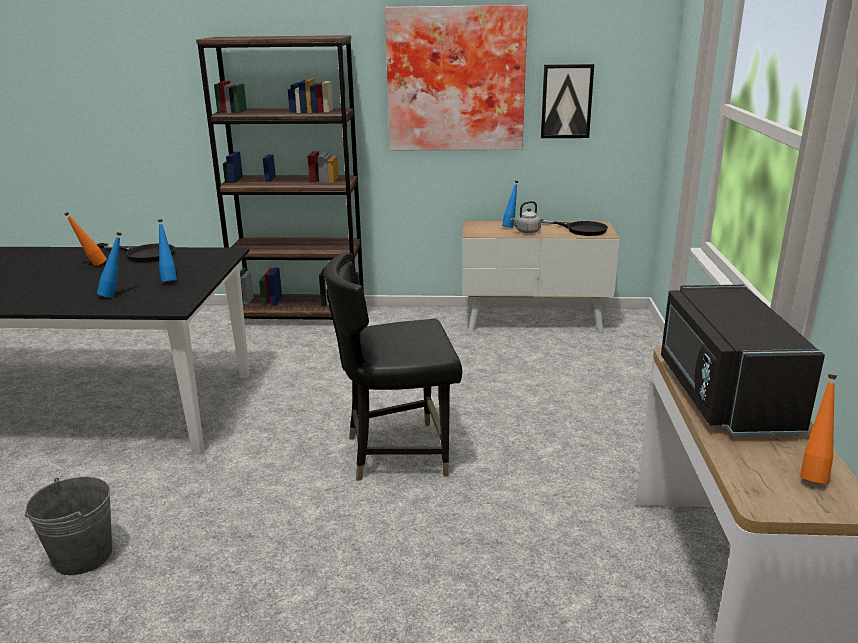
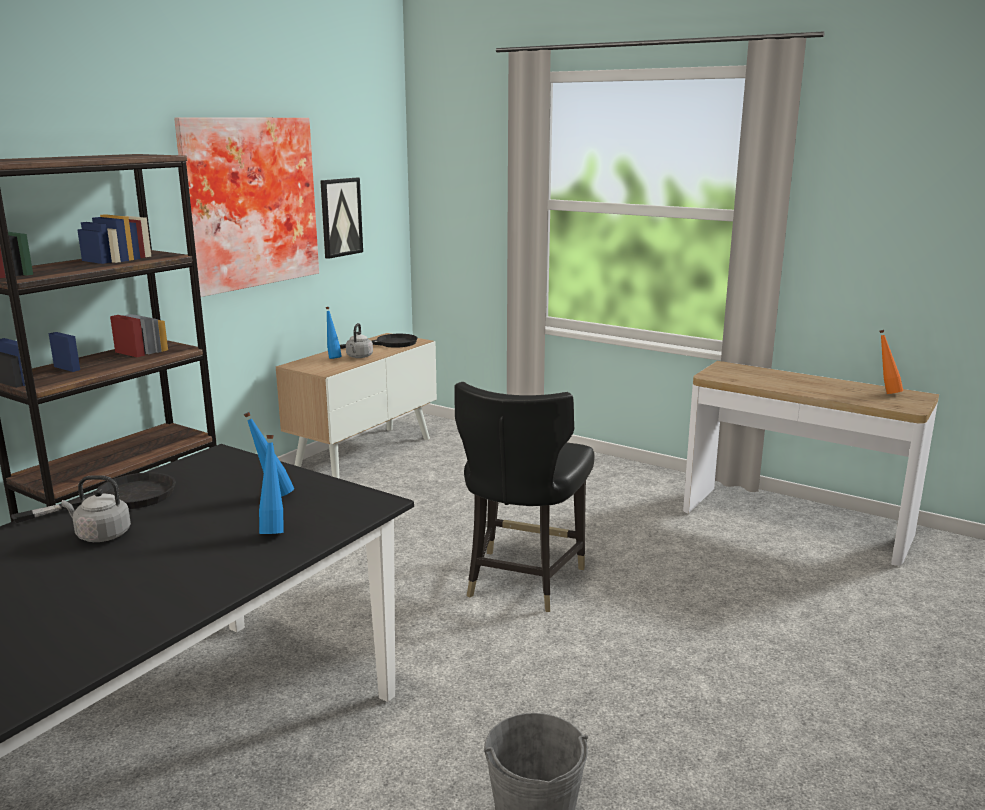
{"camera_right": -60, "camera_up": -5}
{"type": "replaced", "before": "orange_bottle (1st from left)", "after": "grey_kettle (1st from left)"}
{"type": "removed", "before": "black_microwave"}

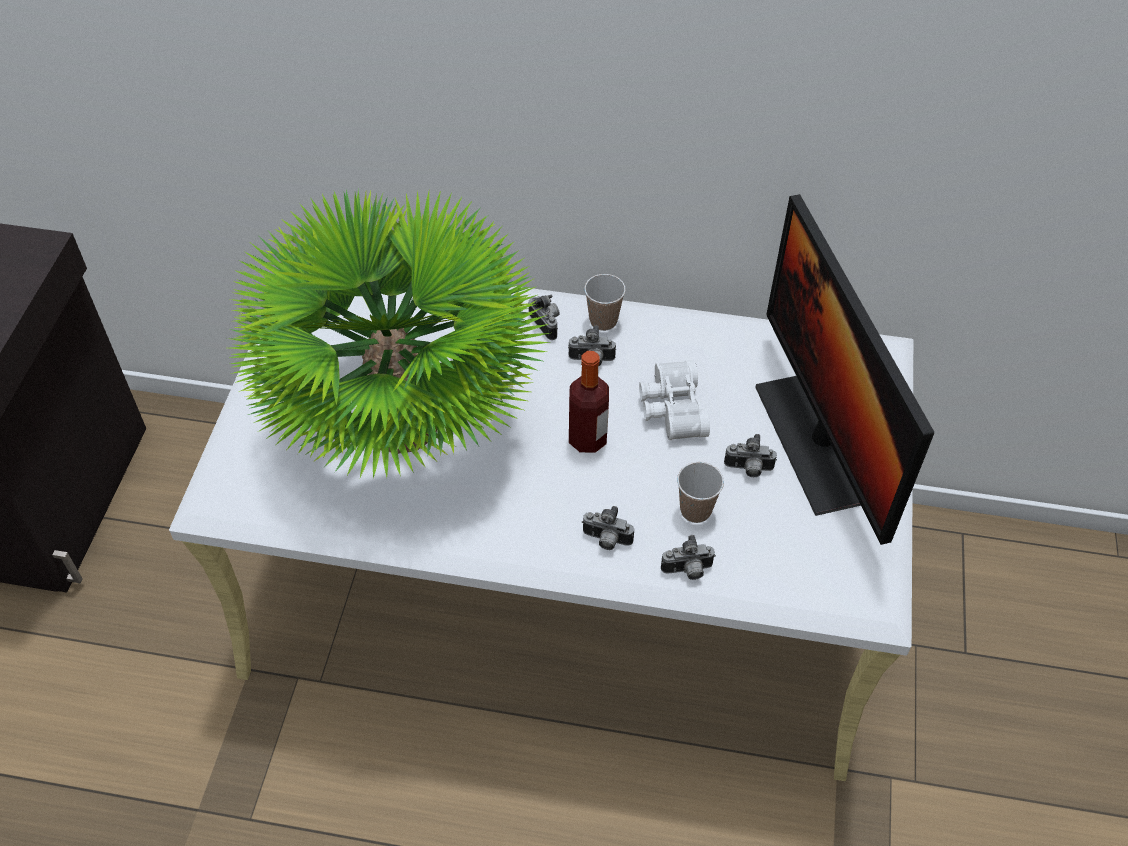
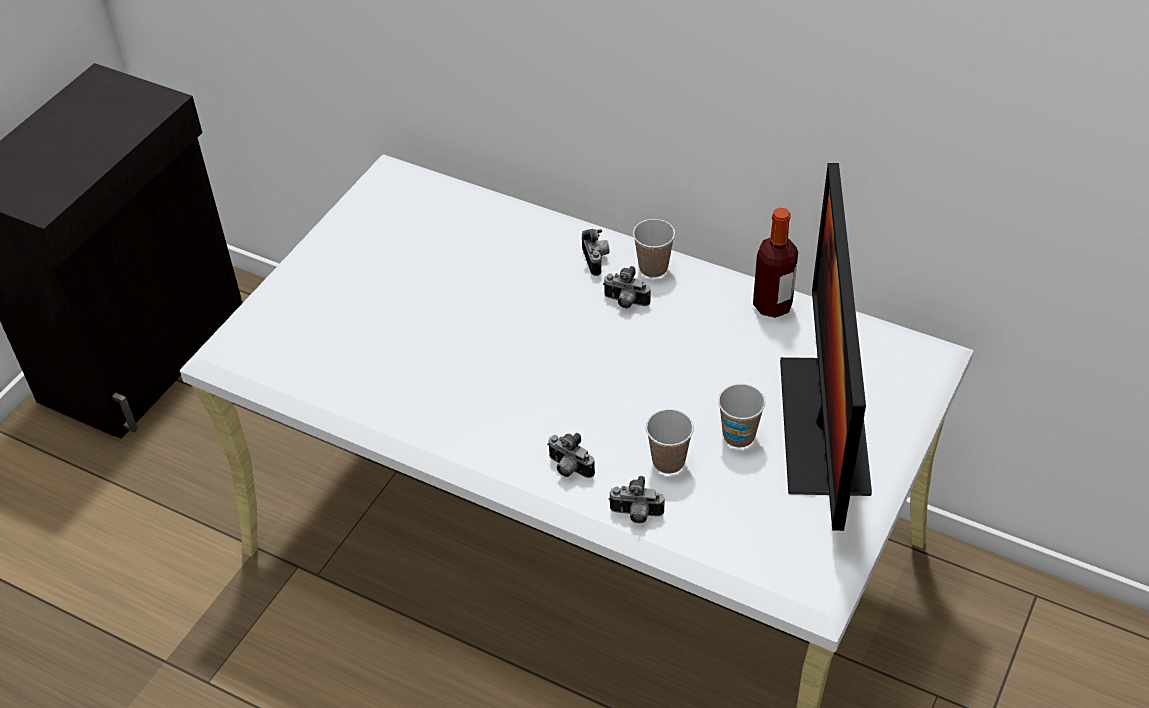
{"camera_right": 20, "camera_up": -5}
{"type": "removed", "before": "potted_plant"}
{"type": "moved", "before": "bottle"}
{"type": "removed", "before": "white_binoculars"}
{"type": "replaced", "before": "photo_camera (5th from left)", "after": "cup (3rd from left)"}

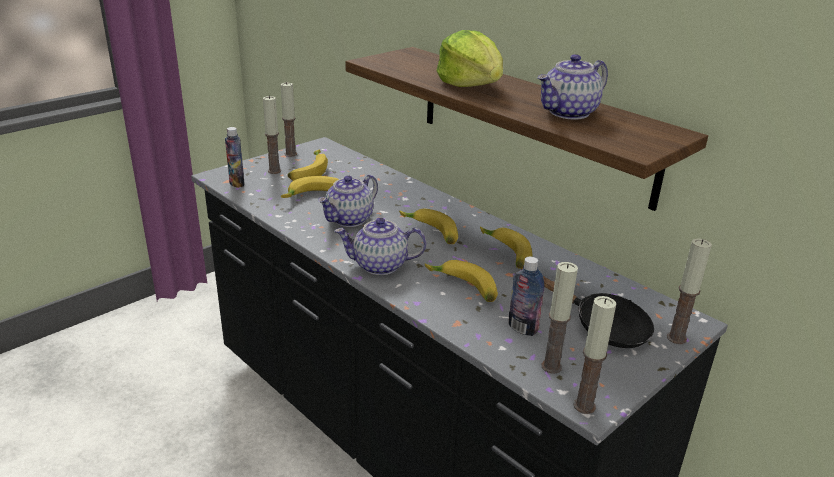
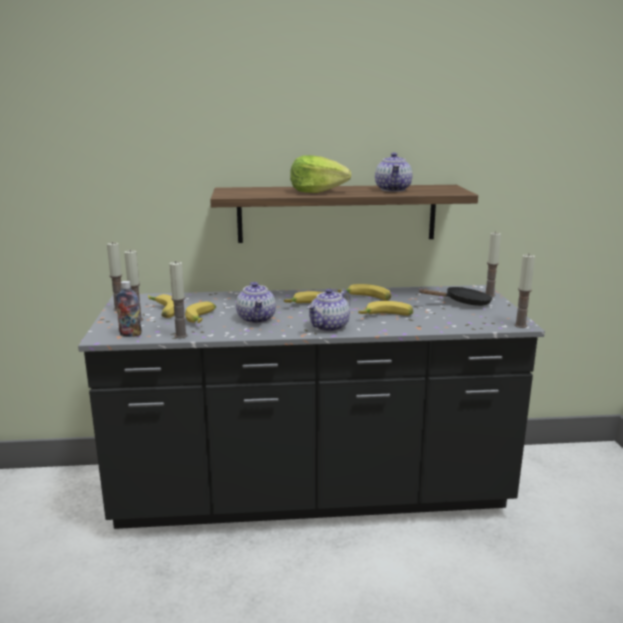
{"camera_right": -50, "camera_up": -10}
{"type": "removed", "before": "bottle (2nd from left)"}
{"type": "moved", "before": "candle (3rd from left)"}

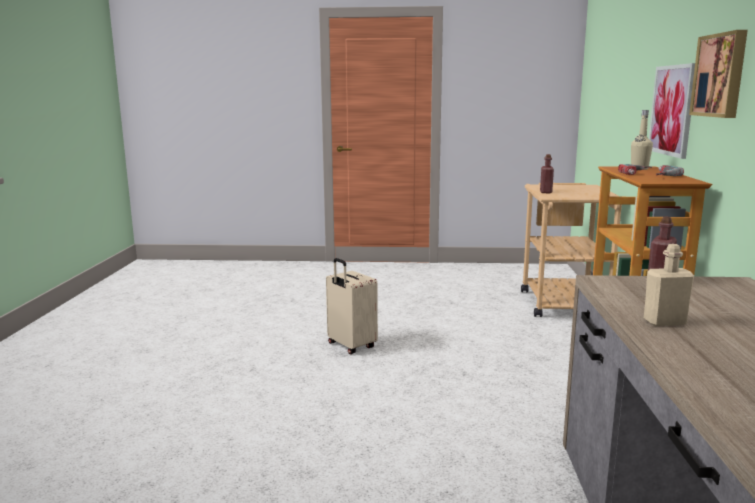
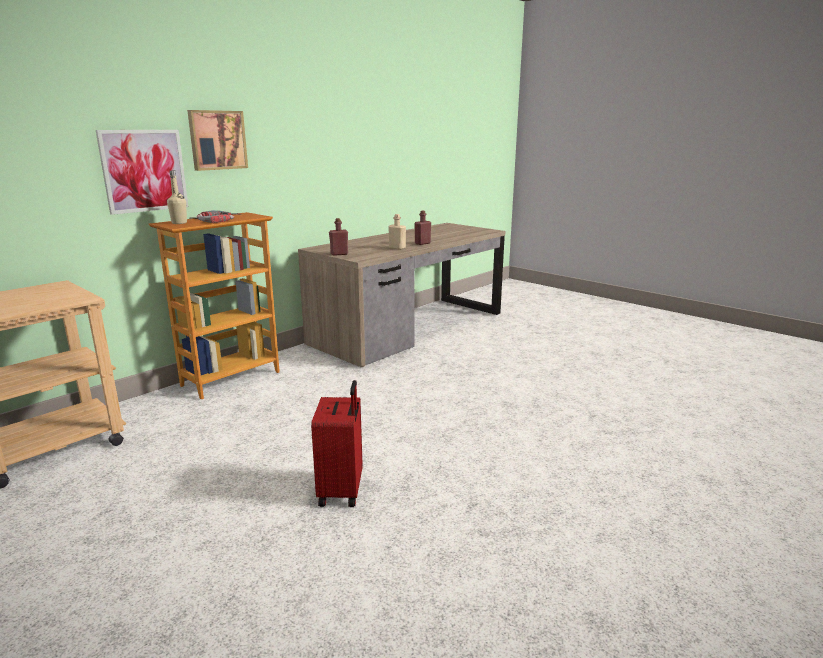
{"camera_right": -140, "camera_up": 5}
{"type": "recoloured", "before": "beige_suitcase", "after": "red_suitcase"}
{"type": "moved", "before": "red_bottle (1st from left in the first image)", "after": "red_bottle (2nd from left)"}

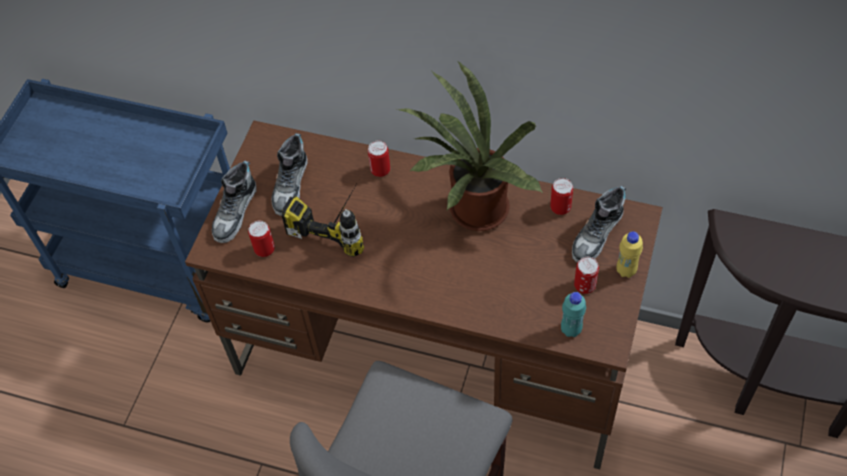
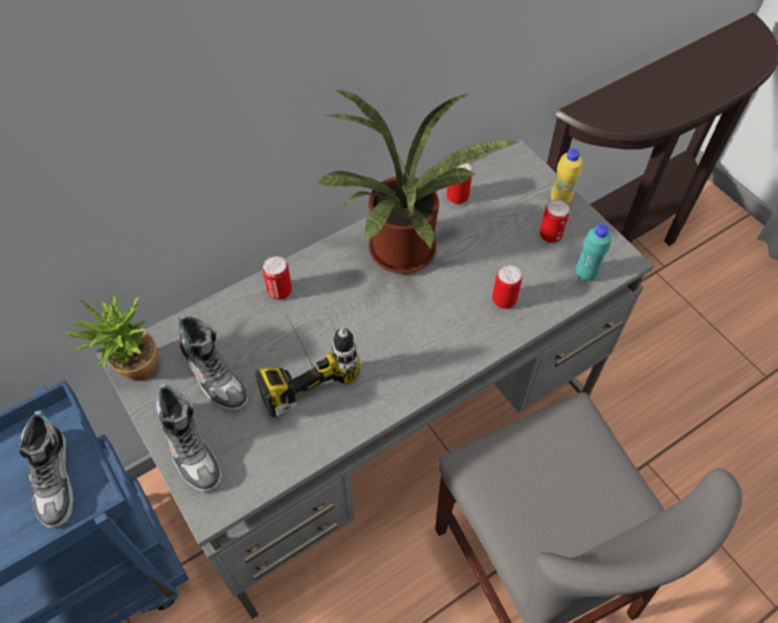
{"camera_right": -55, "camera_up": 0}
{"type": "recoloured", "before": "brown_desk", "after": "grey_desk"}
{"type": "moved", "before": "can (1st from left in the first image)", "after": "can (3rd from left)"}
{"type": "moved", "before": "shoe (3rd from left in the first image)", "after": "shoe (1st from left)"}
{"type": "added", "after": "potted_plant (1st from left)"}

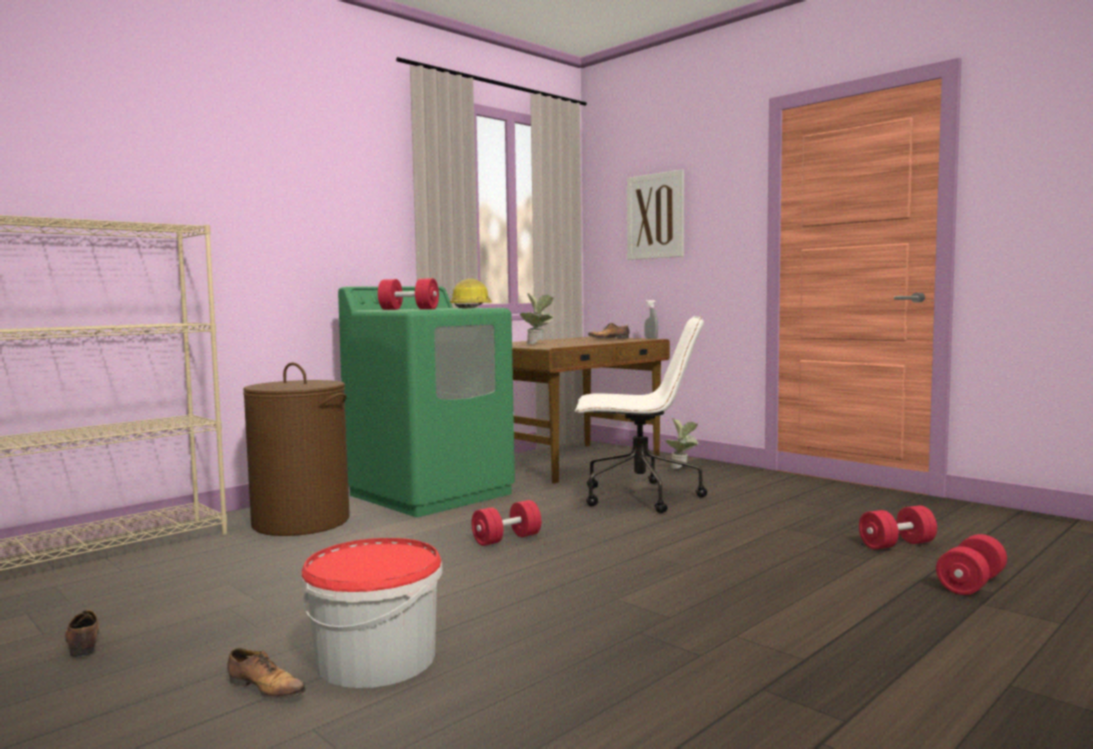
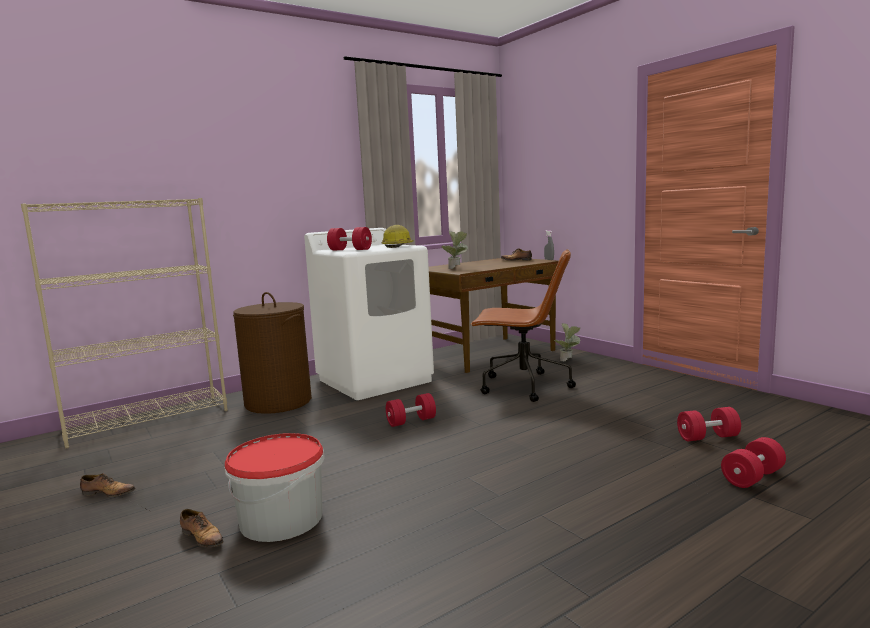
{"camera_right": 10, "camera_up": 5}
{"type": "turned", "before": "shoe (1st from left)", "turn": 120}
{"type": "recoloured", "before": "green_washing_machine", "after": "white_washing_machine"}
{"type": "recoloured", "before": "white_office_chair", "after": "brown_office_chair"}
{"type": "removed", "before": "picture"}

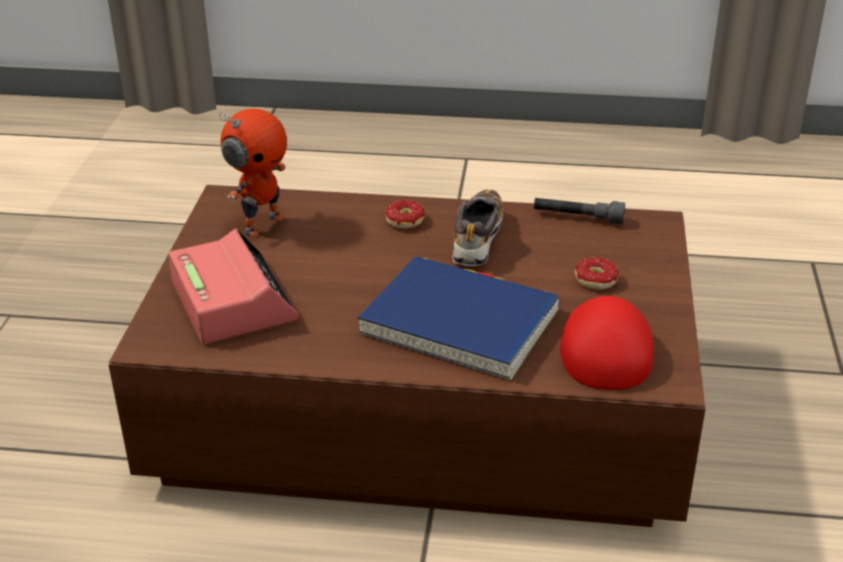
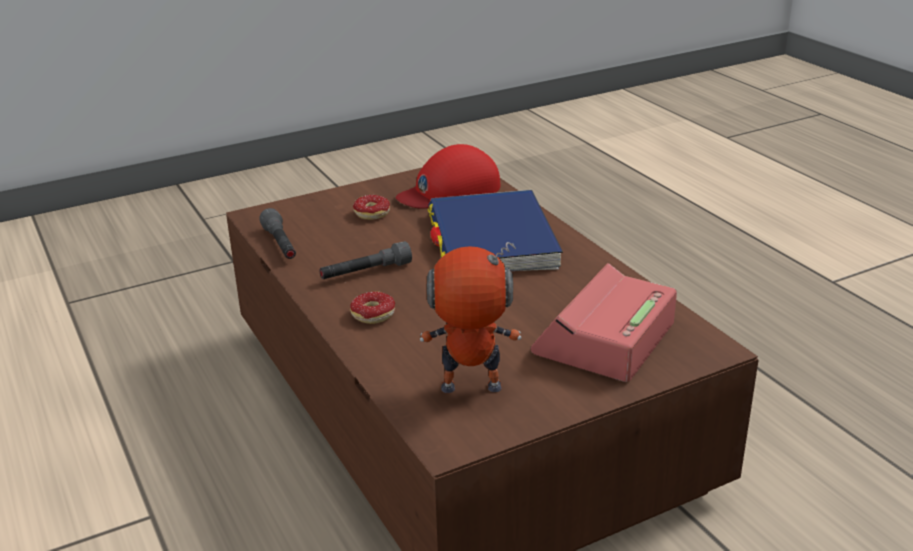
{"camera_right": -125, "camera_up": -5}
{"type": "replaced", "before": "shoe", "after": "grey_flashlight (2nd from left)"}

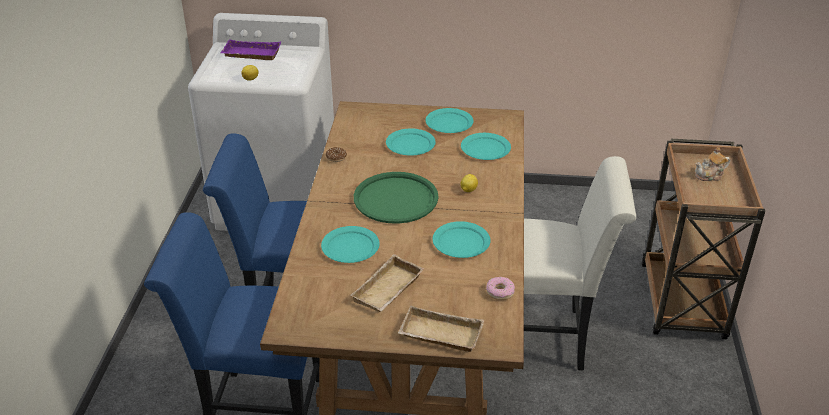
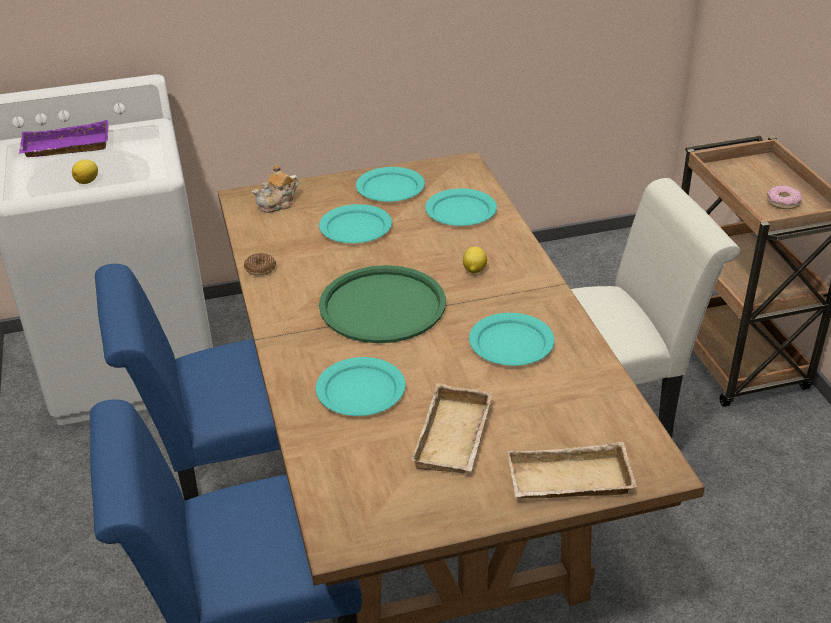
{"camera_right": -20, "camera_up": 0}
{"type": "moved", "before": "donut (2nd from left)"}
{"type": "moved", "before": "teapot"}

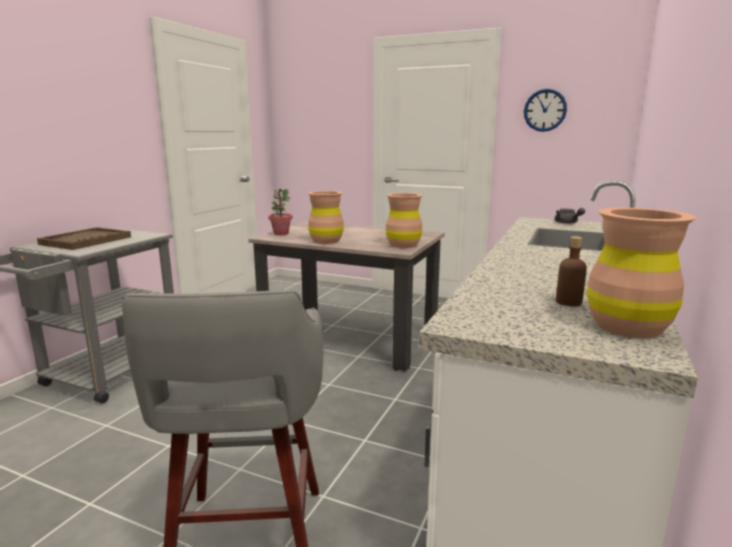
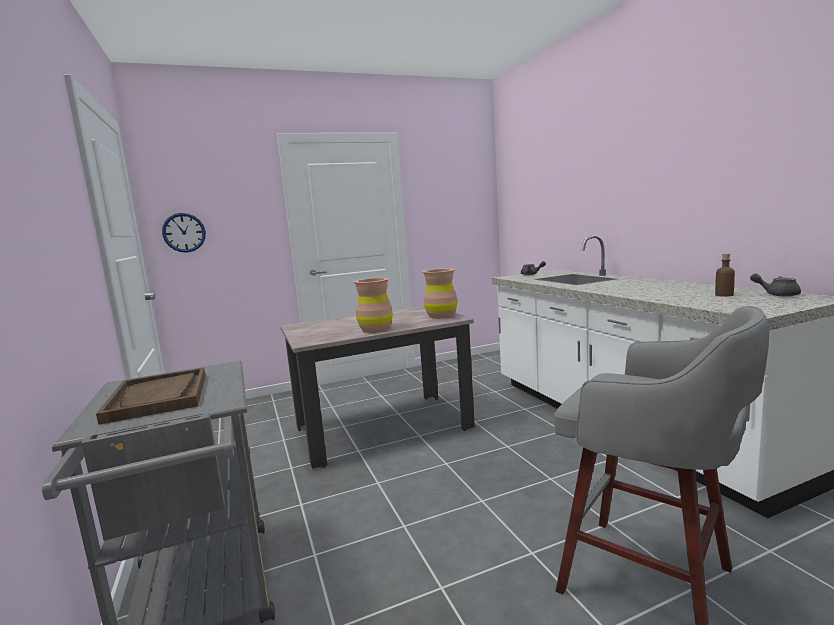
{"camera_right": -45, "camera_up": -5}
{"type": "removed", "before": "potted_plant"}
{"type": "moved", "before": "wall_clock"}
{"type": "replaced", "before": "brown_vase (3rd from left)", "after": "grey_teapot (2nd from left)"}

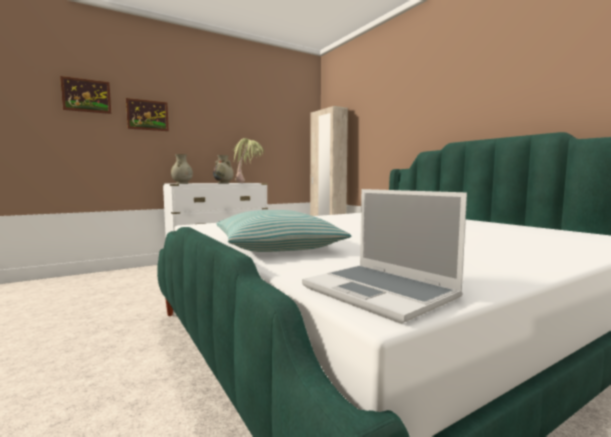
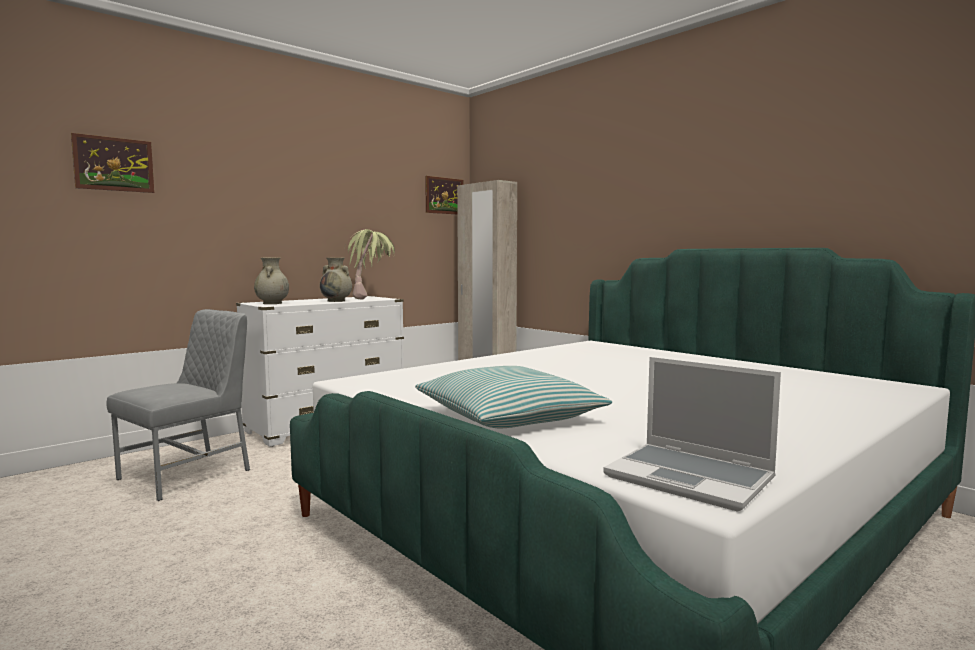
{"camera_right": -10, "camera_up": 0}
{"type": "moved", "before": "picture (2nd from left)"}
{"type": "added", "after": "grey_chair"}

